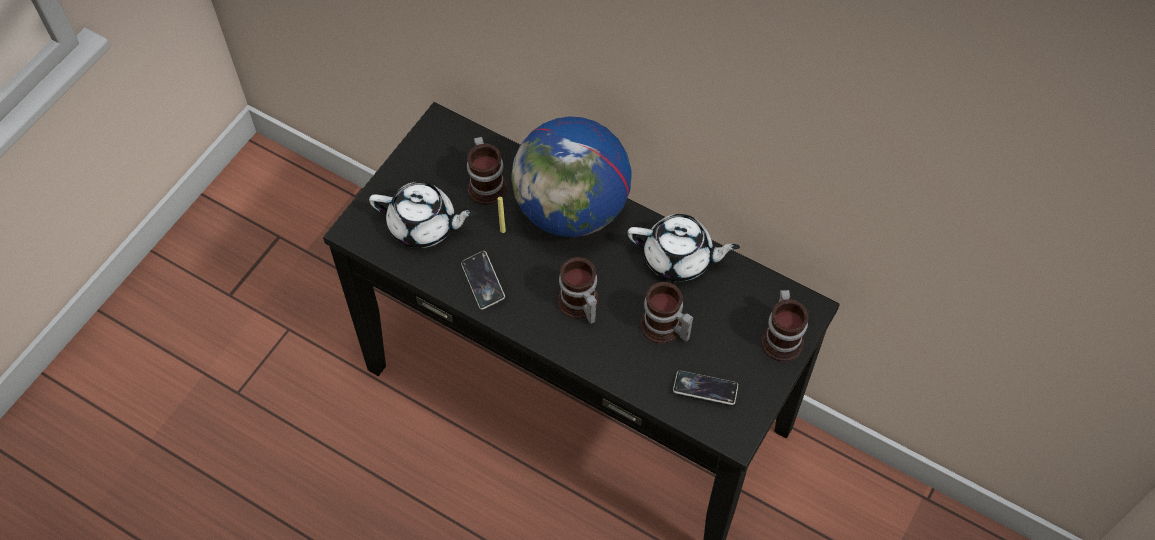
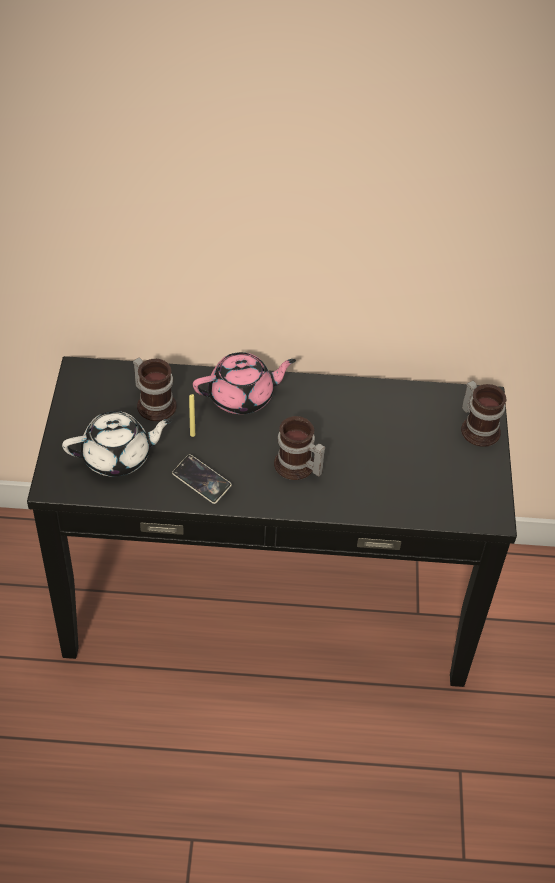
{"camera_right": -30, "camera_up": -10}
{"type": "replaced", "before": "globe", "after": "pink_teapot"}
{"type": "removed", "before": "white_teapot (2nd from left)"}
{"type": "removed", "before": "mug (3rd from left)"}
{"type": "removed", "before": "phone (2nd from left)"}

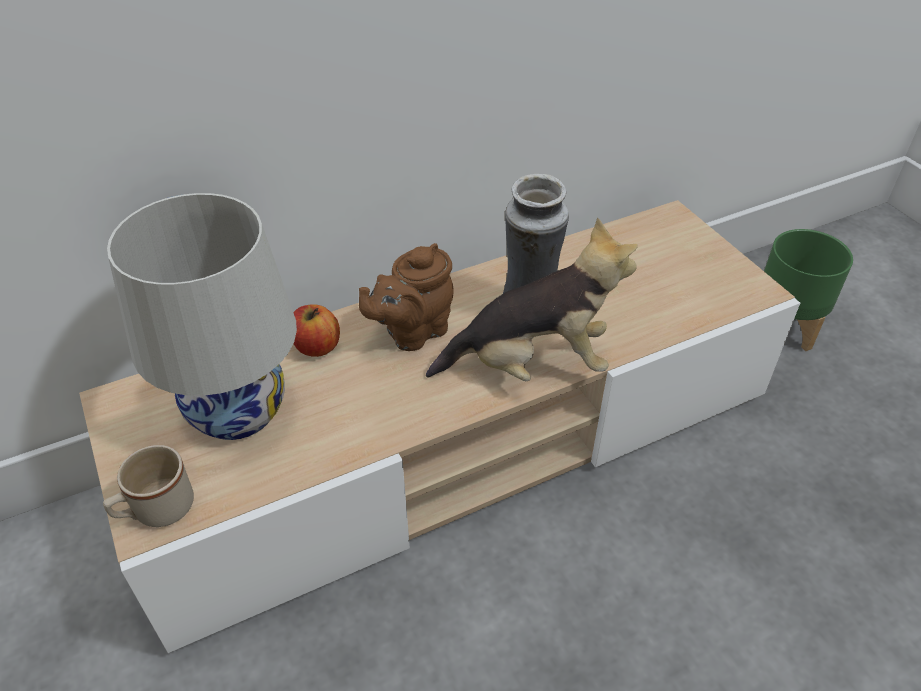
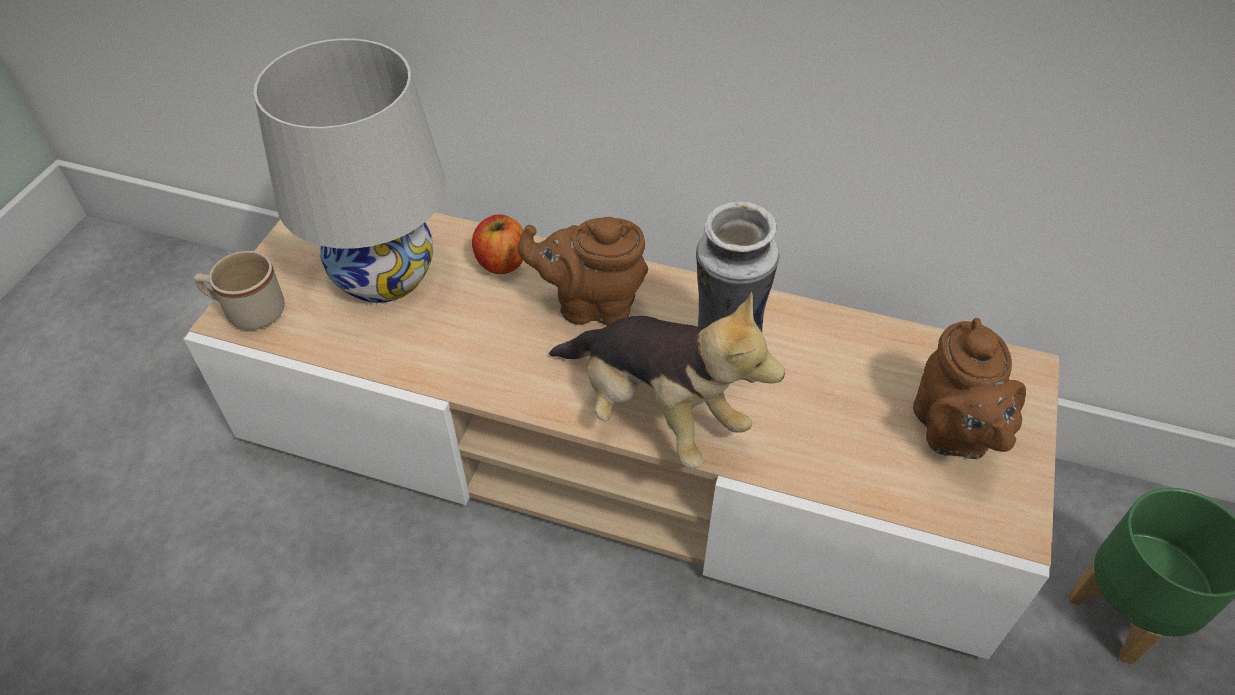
{"camera_right": 45, "camera_up": 5}
{"type": "added", "after": "brown_teapot (2nd from left)"}

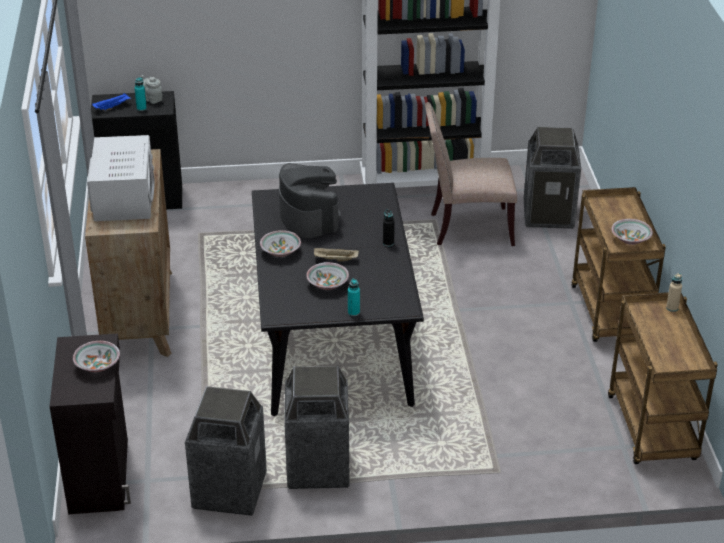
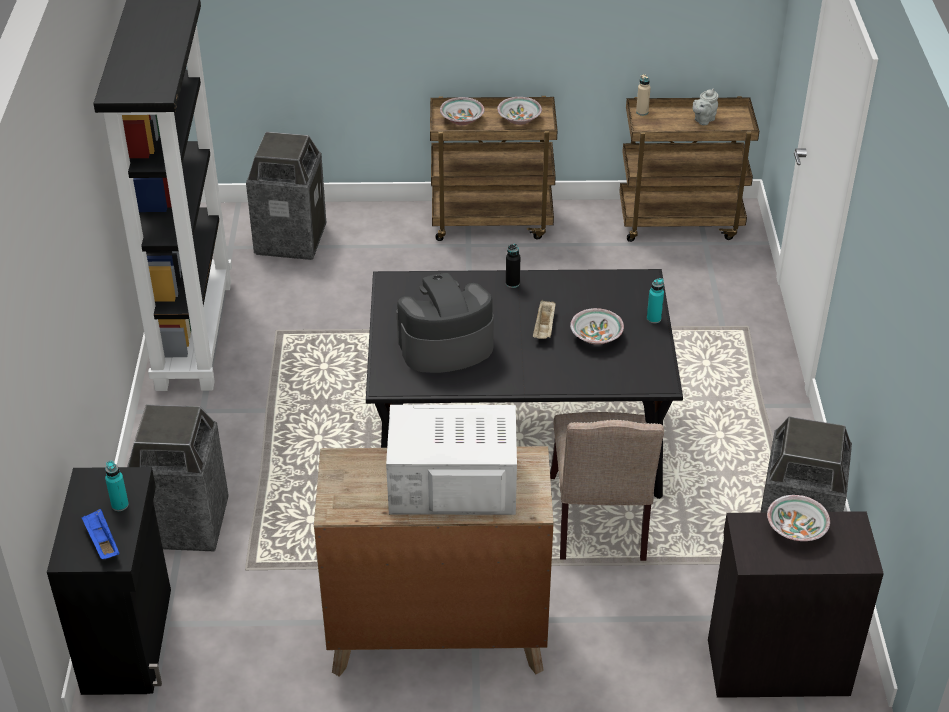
{"camera_right": -85, "camera_up": 5}
{"type": "moved", "before": "grey_teapot"}
{"type": "moved", "before": "bowl (2nd from left in the first image)", "after": "bowl (1st from left)"}
{"type": "moved", "before": "trash_can (2nd from left in the first image)", "after": "trash_can (1st from left)"}
{"type": "moved", "before": "beige_chair"}

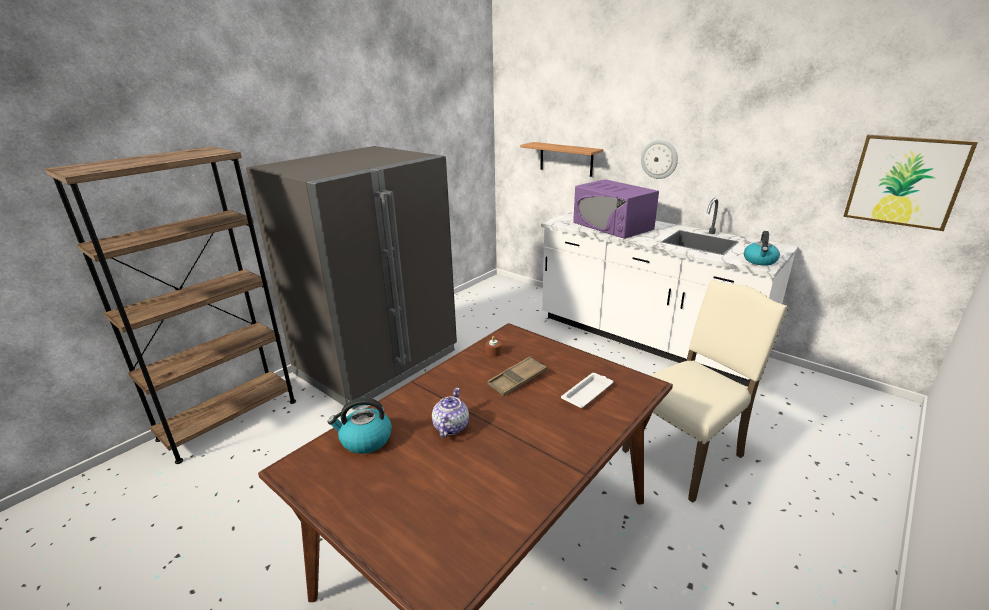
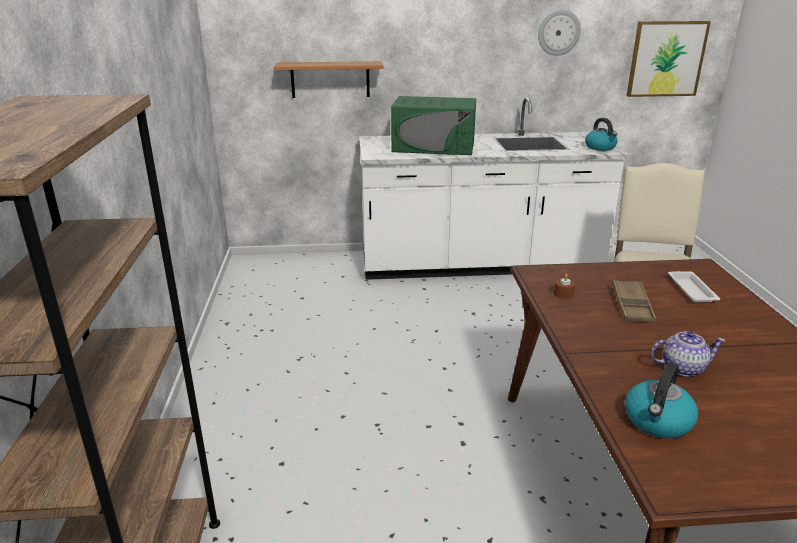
{"camera_right": -45, "camera_up": 0}
{"type": "removed", "before": "grey_fridge"}
{"type": "turned", "before": "teapot", "turn": 120}
{"type": "recoloured", "before": "purple_microwave", "after": "green_microwave"}
{"type": "moved", "before": "wall_clock"}

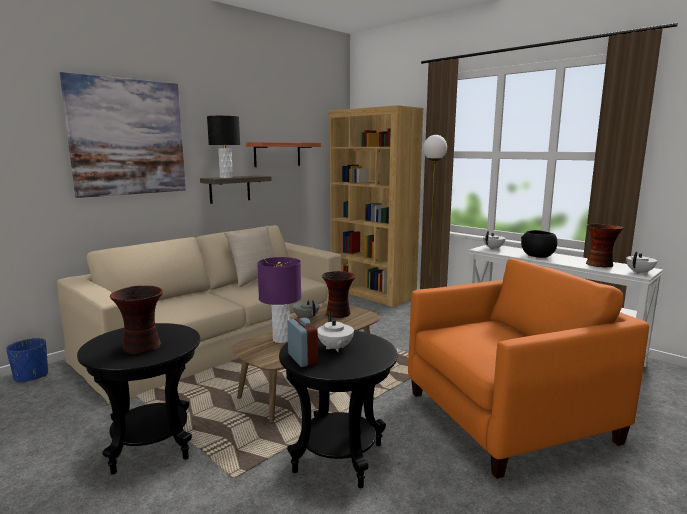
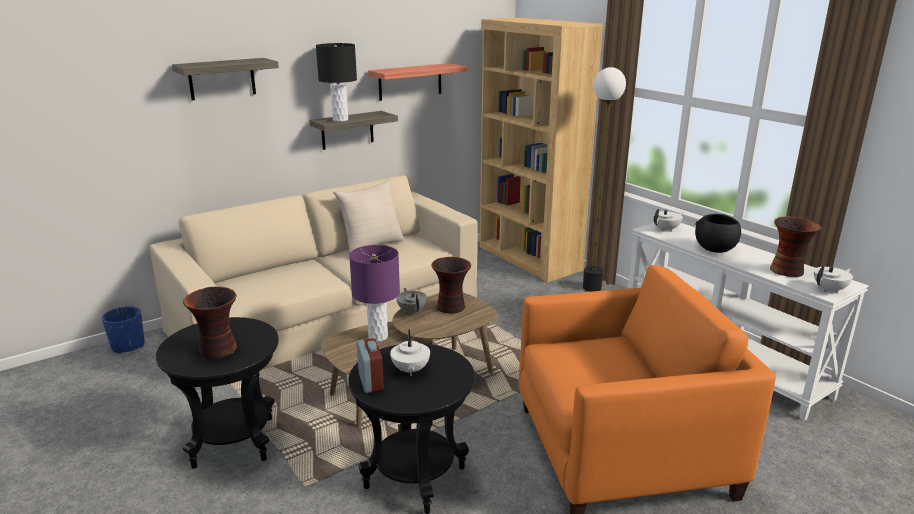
{"camera_right": 10, "camera_up": 10}
{"type": "replaced", "before": "picture", "after": "shelf (1st from left)"}

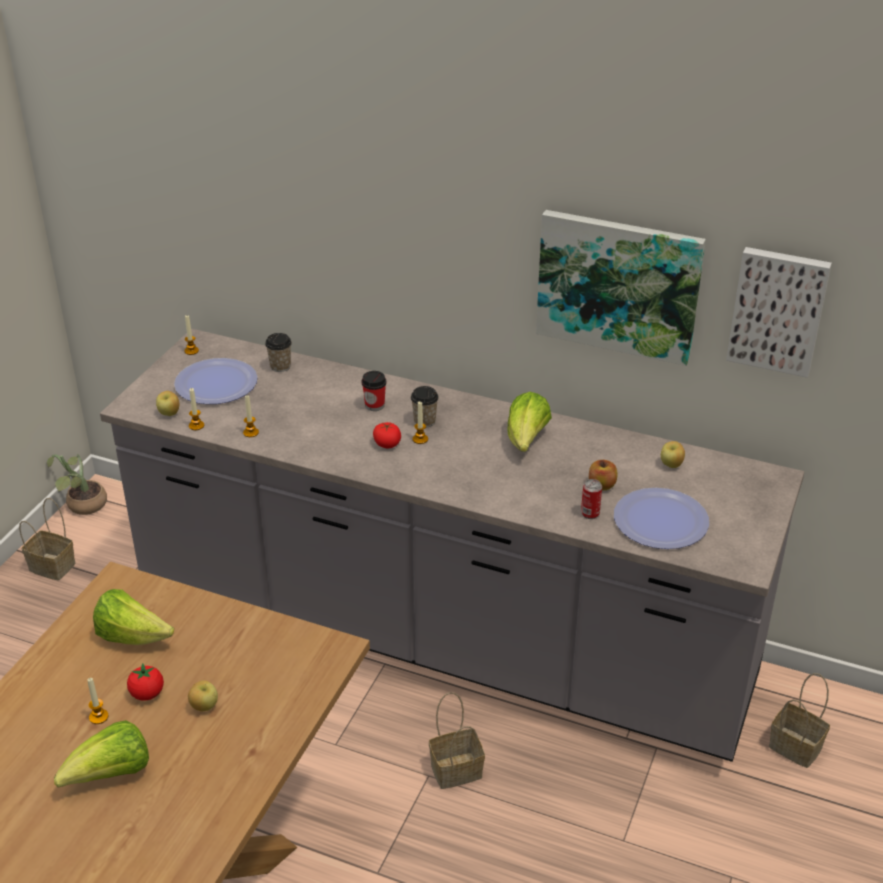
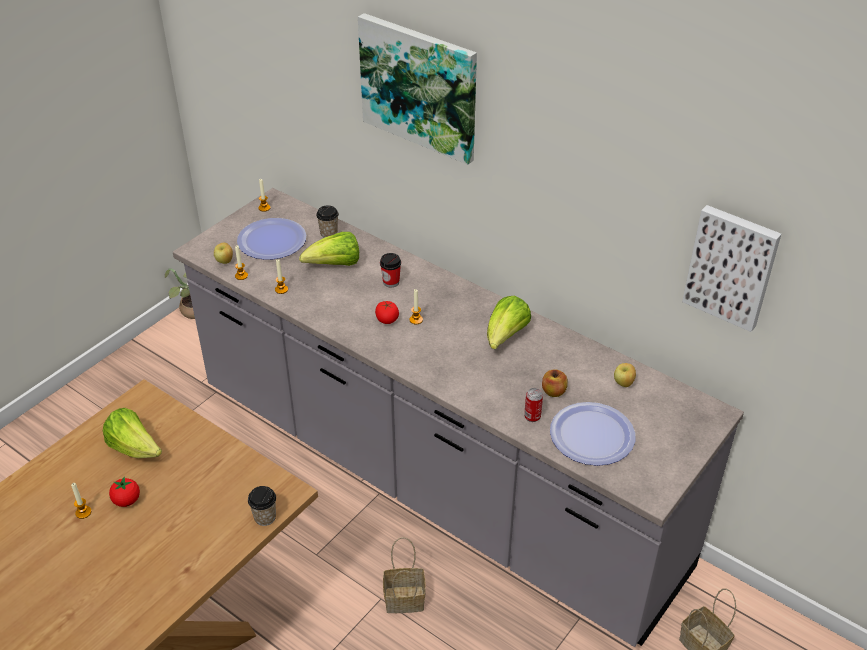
{"camera_right": 15, "camera_up": 5}
{"type": "removed", "before": "basket (1st from left)"}
{"type": "moved", "before": "lettuce (1st from left in the first image)", "after": "lettuce (2nd from left)"}
{"type": "removed", "before": "apple (2nd from left)"}
{"type": "moved", "before": "cup (3rd from left in the first image)", "after": "cup (1st from left)"}
{"type": "moved", "before": "picture (1st from left)"}

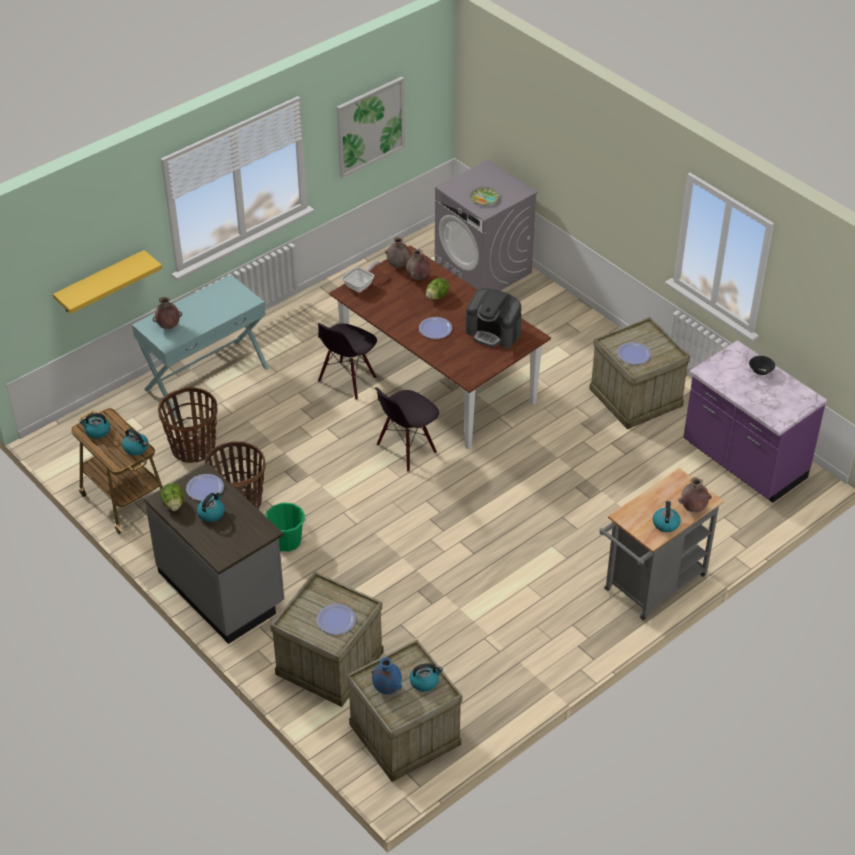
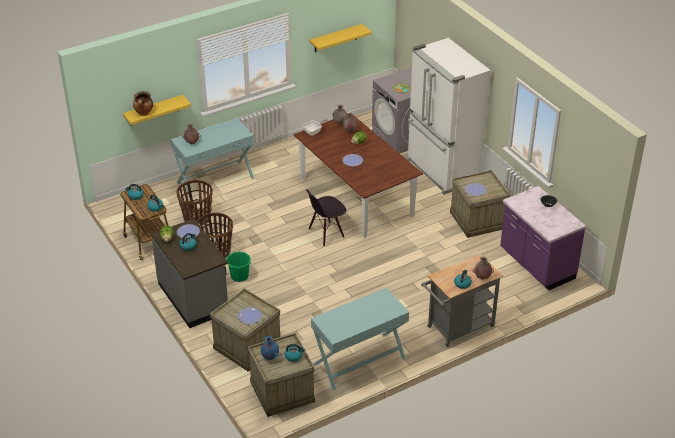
{"camera_right": 10, "camera_up": -5}
{"type": "removed", "before": "black_chair (1st from left)"}
{"type": "replaced", "before": "picture", "after": "yellow_shelf (2nd from left)"}
{"type": "removed", "before": "coffee_machine"}
{"type": "added", "after": "cooking_pot"}
{"type": "added", "after": "turquoise_console_table (2nd from left)"}
{"type": "added", "after": "white_fridge"}

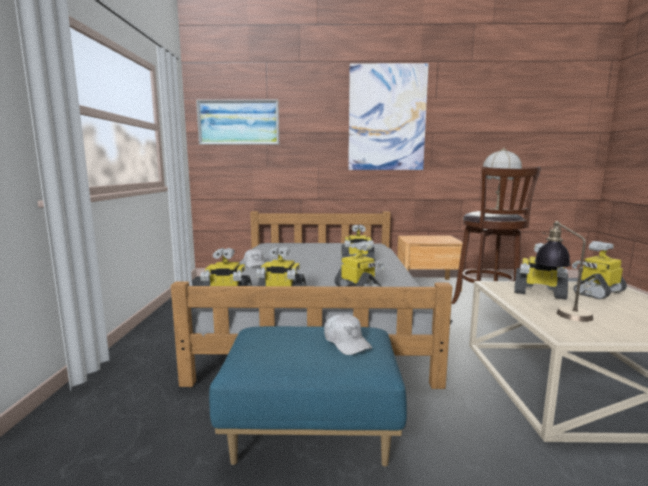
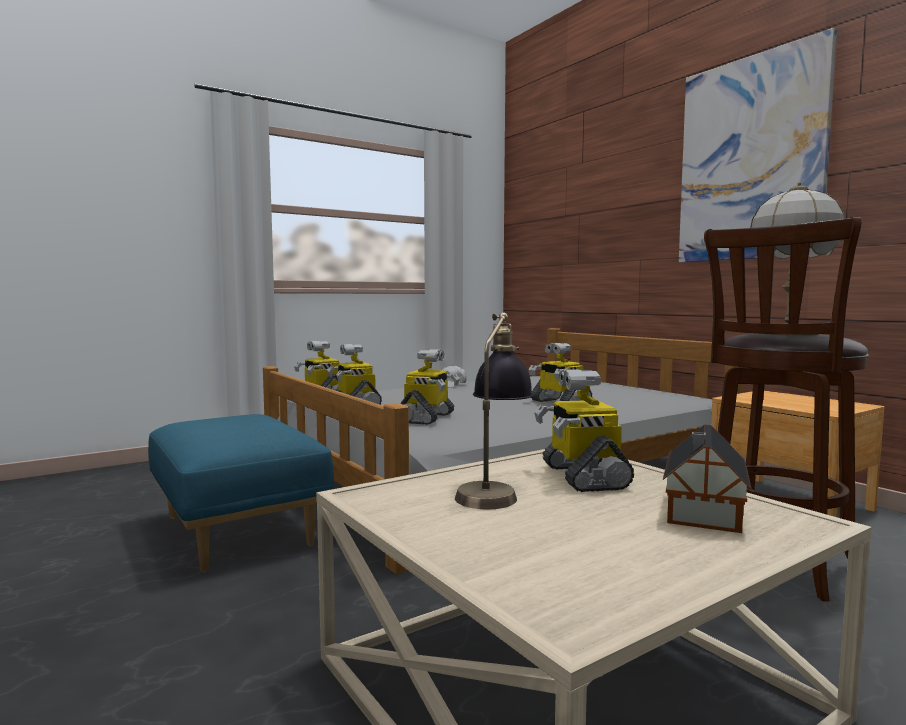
{"camera_right": 55, "camera_up": -5}
{"type": "removed", "before": "picture (1st from left)"}
{"type": "removed", "before": "white_cap (2nd from left)"}
{"type": "replaced", "before": "toy_robot (6th from left)", "after": "toy_house"}

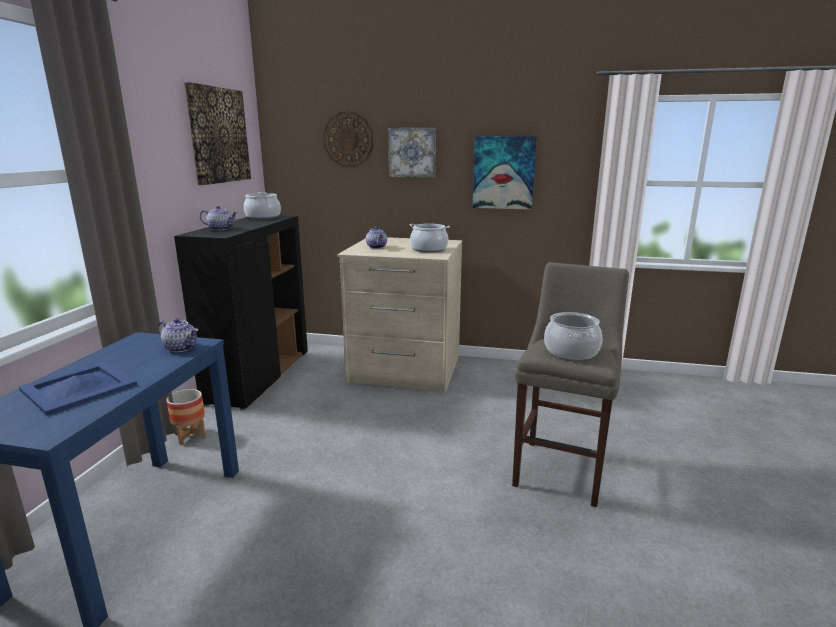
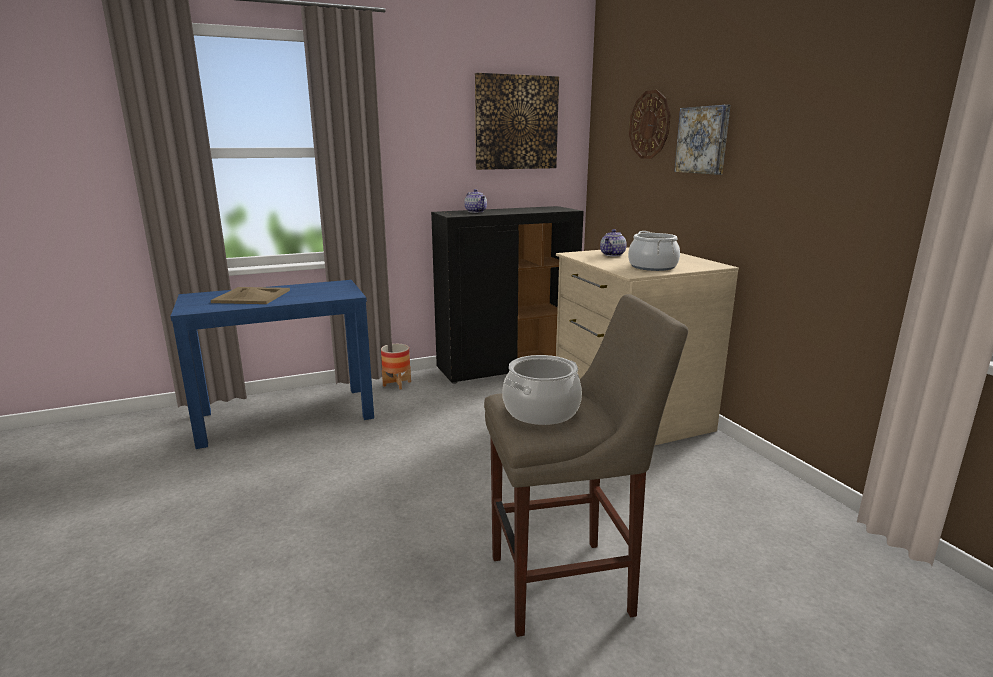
{"camera_right": 55, "camera_up": 0}
{"type": "recoloured", "before": "blue_tray", "after": "beige_tray"}
{"type": "removed", "before": "teapot (1st from left)"}
{"type": "removed", "before": "cooking_pot (1st from left)"}
{"type": "removed", "before": "picture (3rd from left)"}

